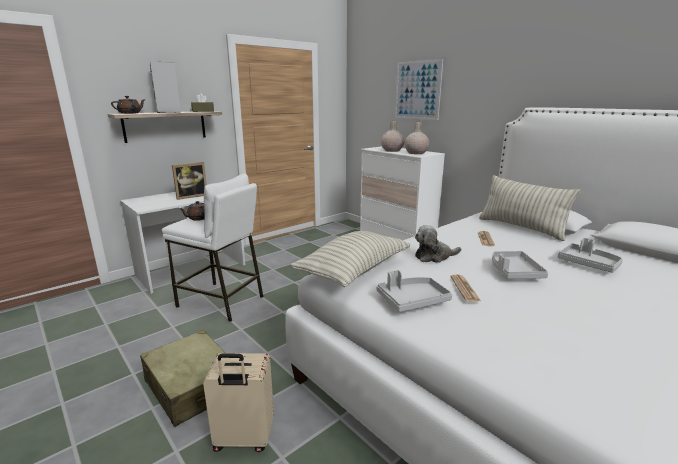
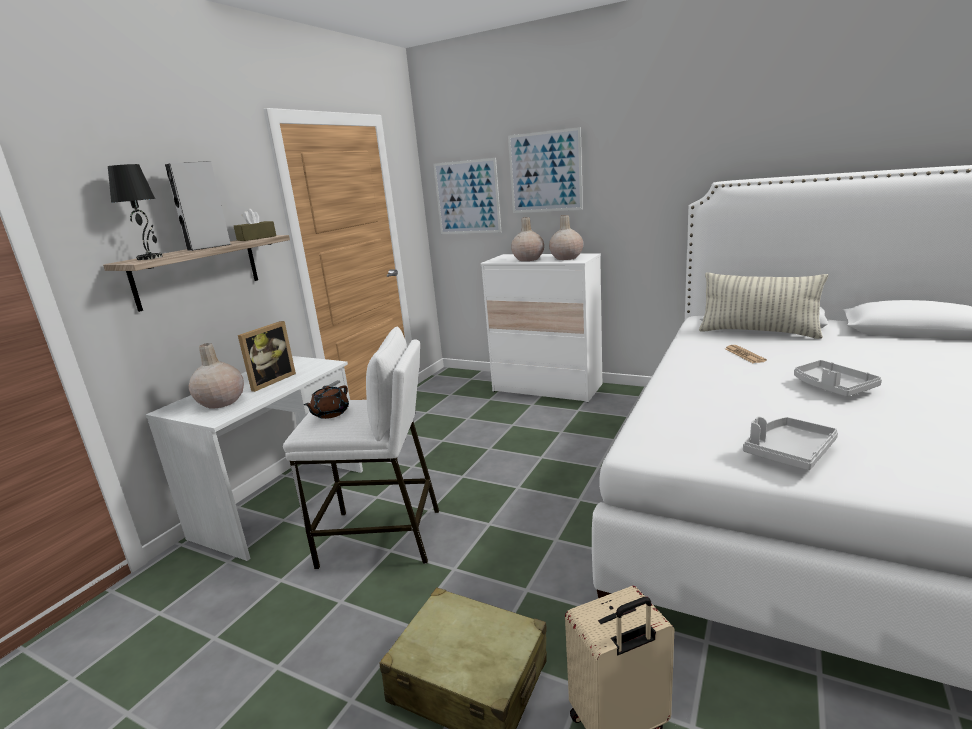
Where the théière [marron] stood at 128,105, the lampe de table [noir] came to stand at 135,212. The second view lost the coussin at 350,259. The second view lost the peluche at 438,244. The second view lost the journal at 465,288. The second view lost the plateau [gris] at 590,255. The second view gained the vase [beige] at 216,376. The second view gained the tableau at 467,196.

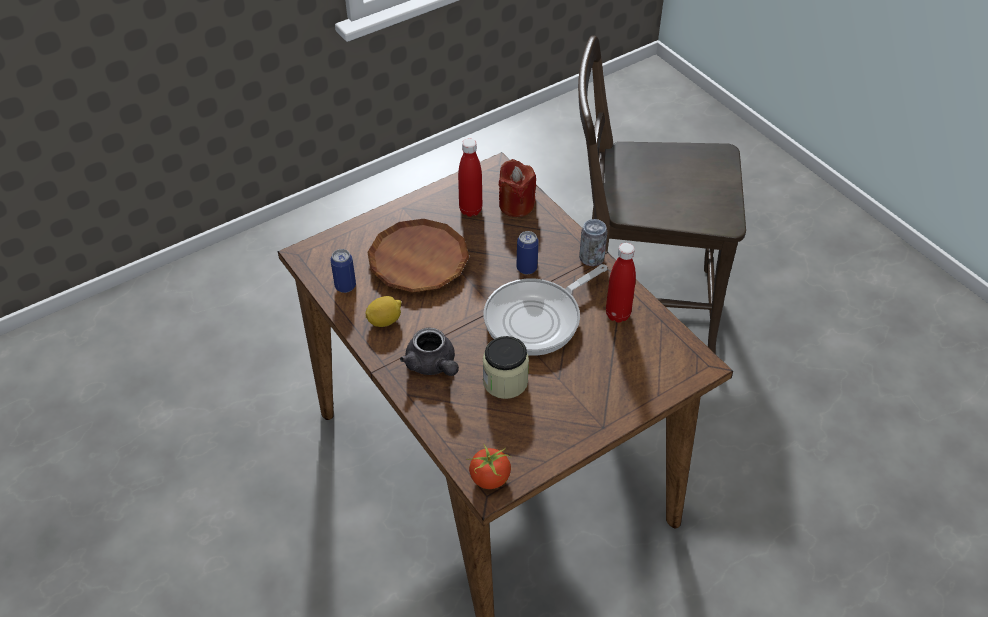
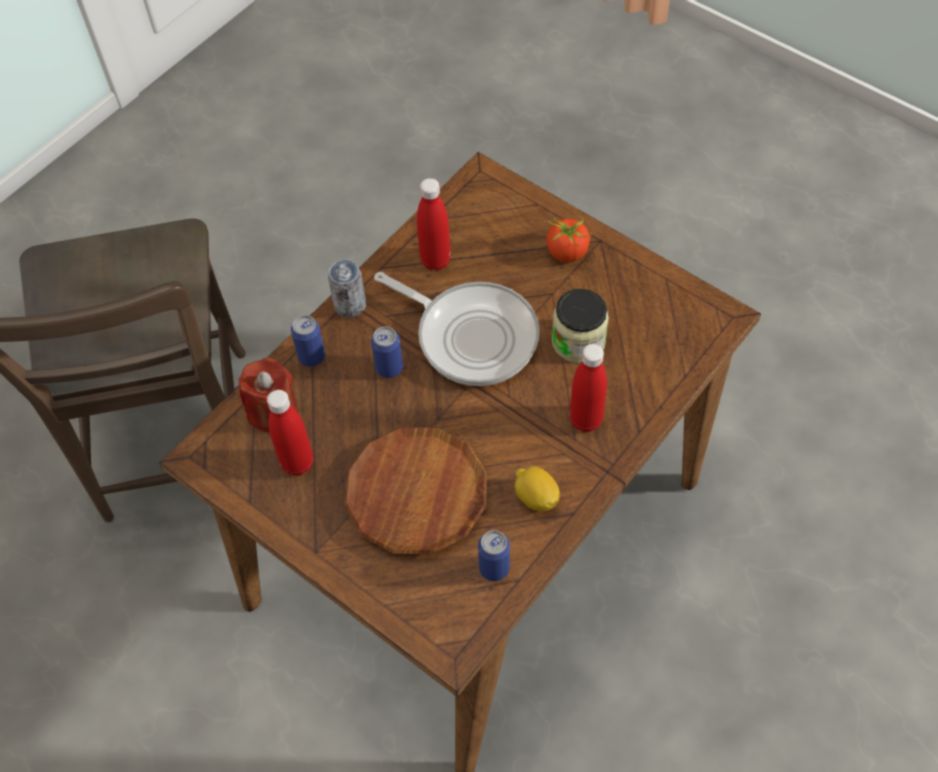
Where the théière [gris] stood at 429,352, the bouteille [rouge] came to stand at 588,388. The tomate ended up elsewhere, having gone from 488,466 to 569,239. The second view gained the boîte métallique at 308,341.

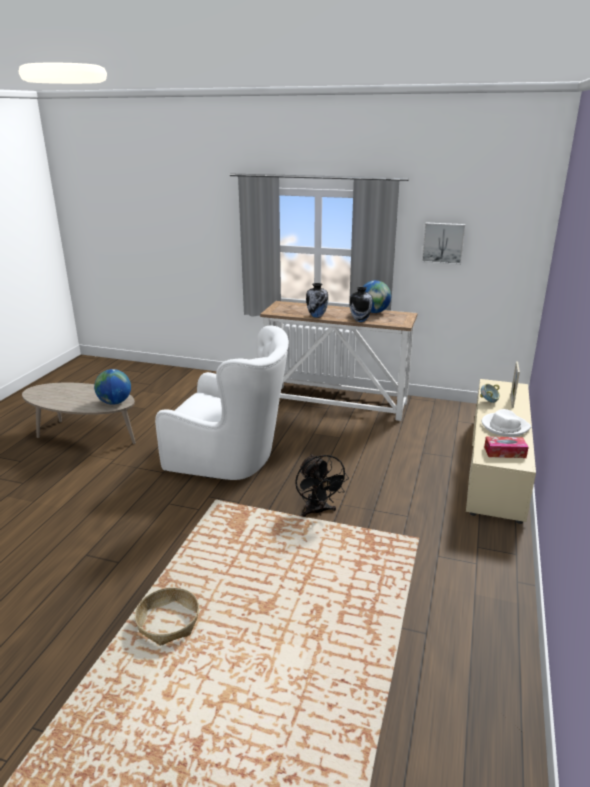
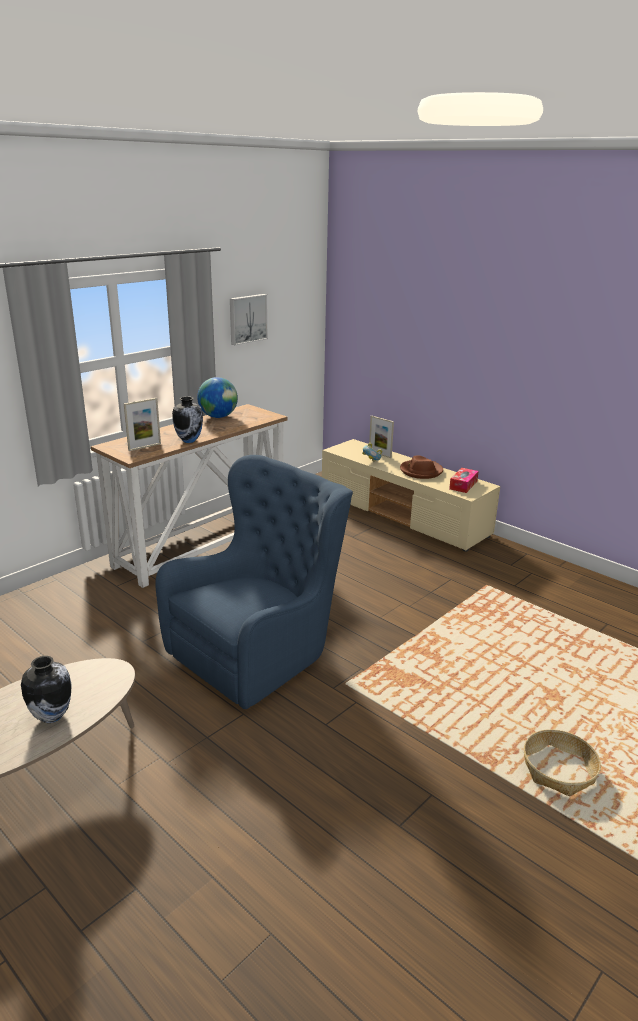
The second view lost the globe at 112,387. What was the fauteuil [blanc] at 222,402 turned into the fauteuil [bleu] at 254,582. The second view lost the ventilateur [noir] at 322,485. The vase ended up elsewhere, having gone from 361,304 to 46,689. What was the chapeau [blanc] at 506,423 turned into the chapeau [marron] at 421,467. The second view gained the cadre photo at 142,424.

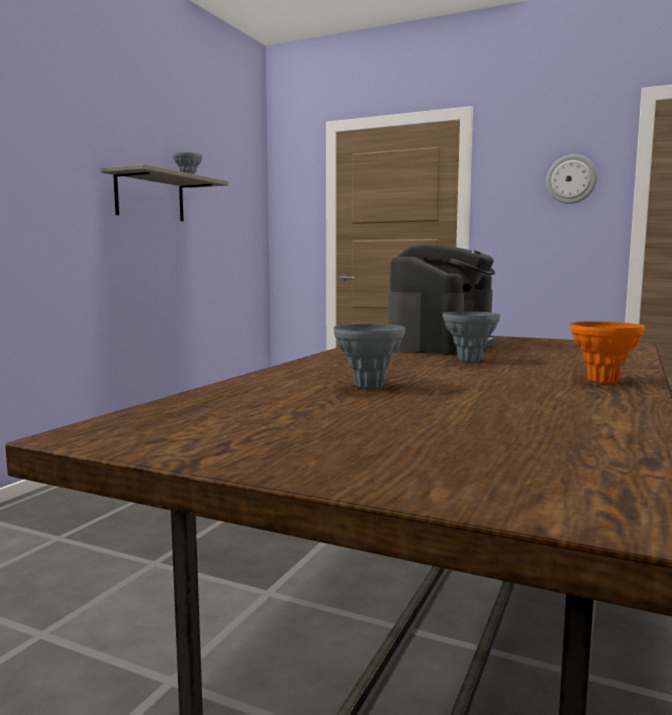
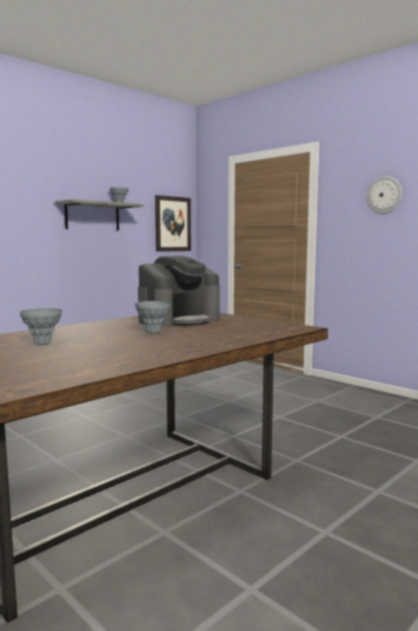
The second view lost the vase [orange] at 607,352. The second view gained the tableau at 173,223.

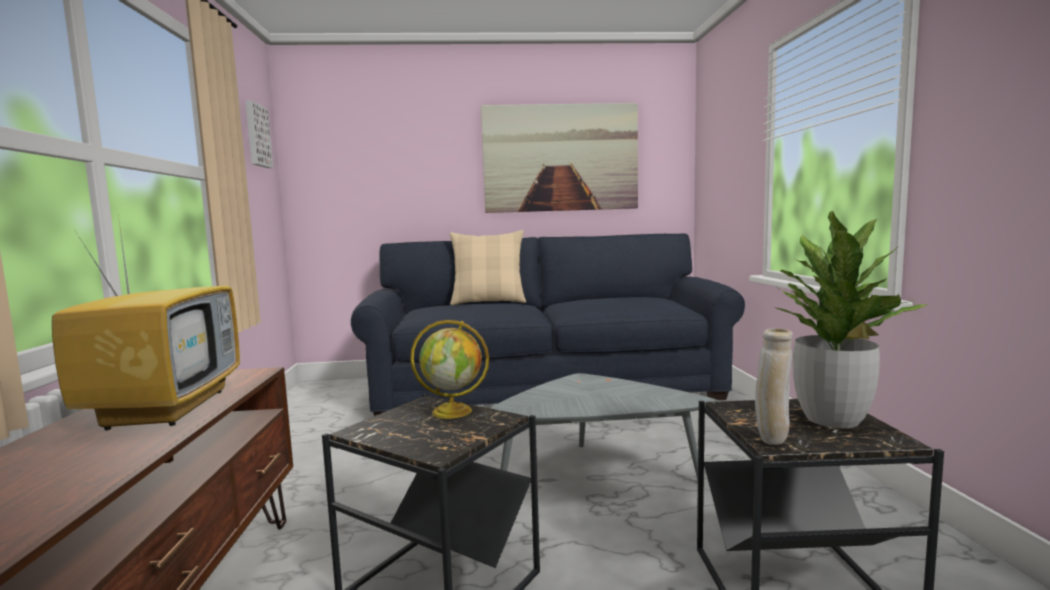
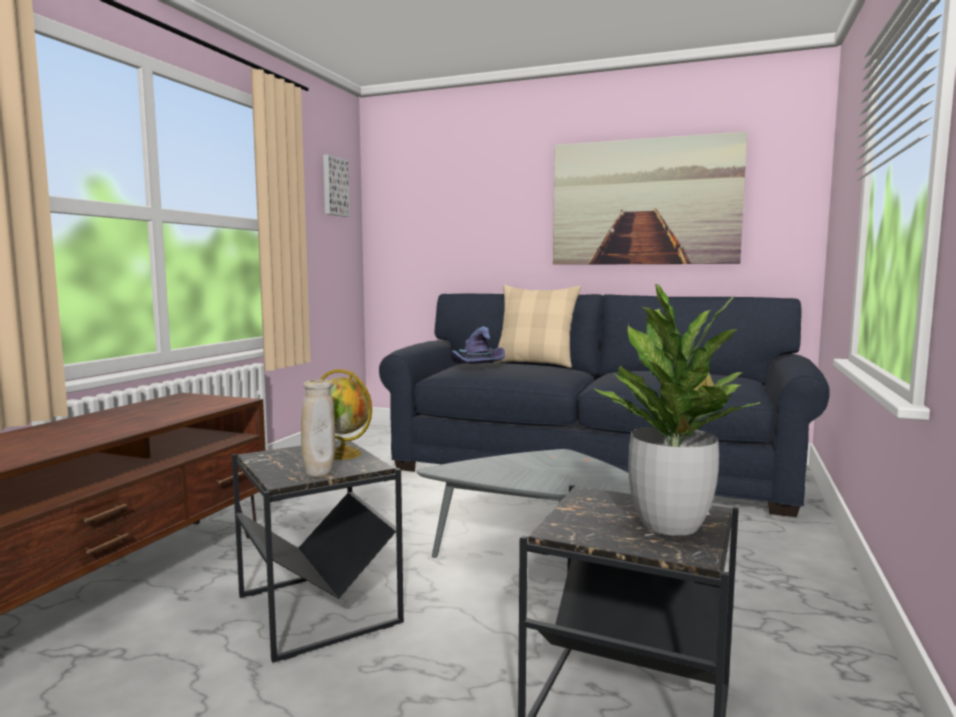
The second view lost the téléviseur at 146,322. The vase [beige] ended up elsewhere, having gone from 774,386 to 318,428. The second view gained the chapeau [violet] at 477,345.

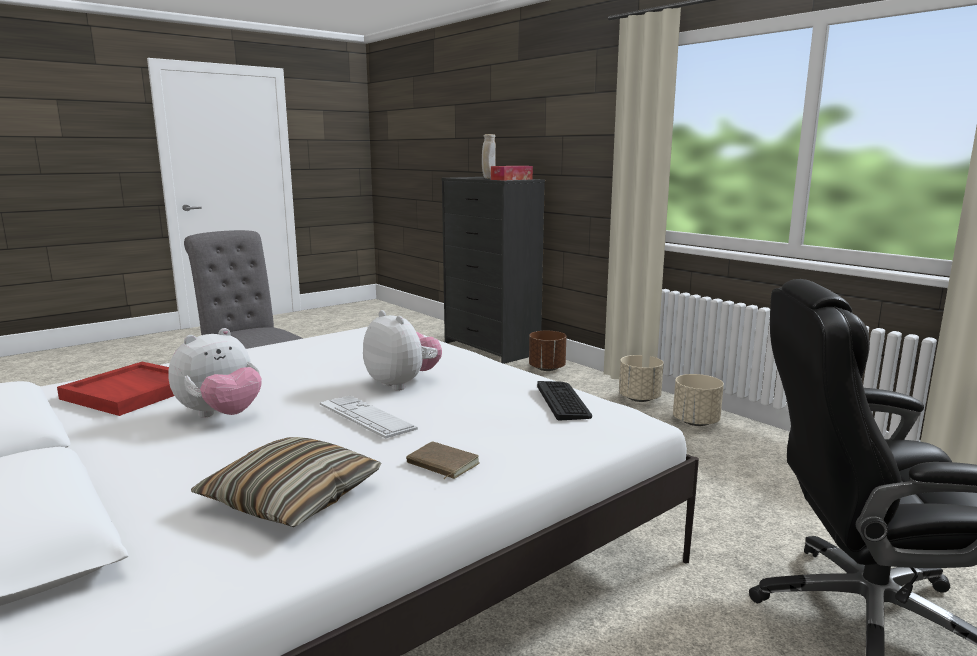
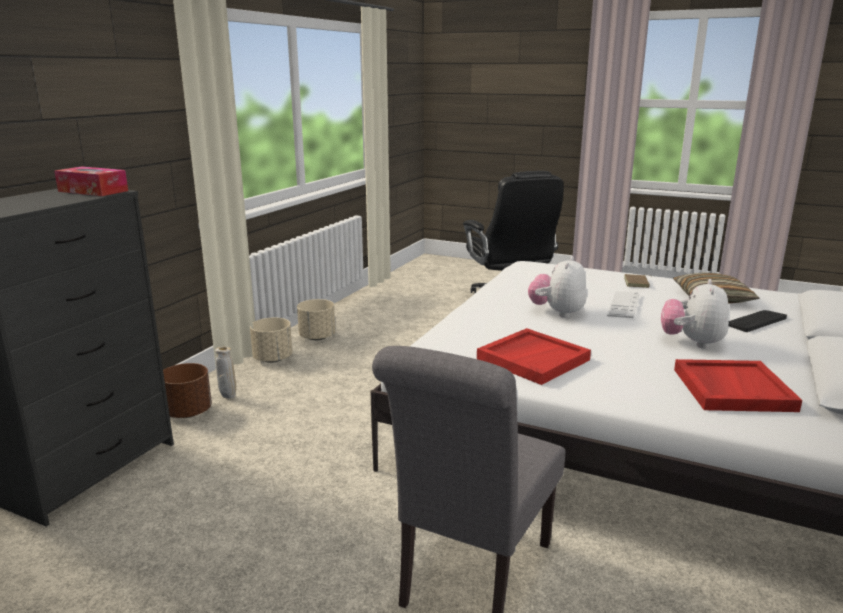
The peluche at 215,373 ended up facing another way, 90 degrees counterclockwise from before. The vase [beige] ended up elsewhere, having gone from 489,156 to 225,373. The clavier ended up elsewhere, having gone from 564,401 to 758,321. The second view gained the plateau [rouge] at 534,356.

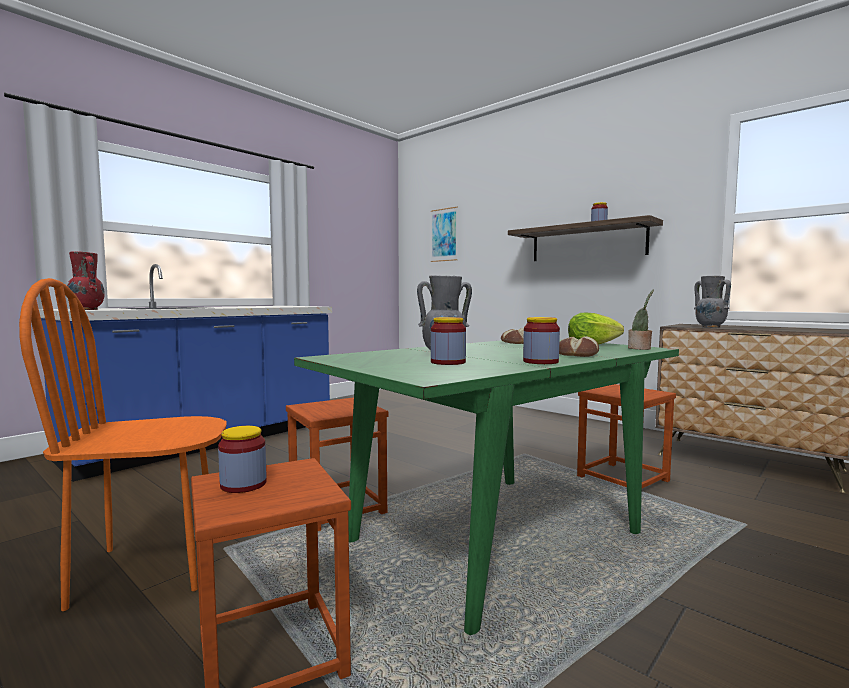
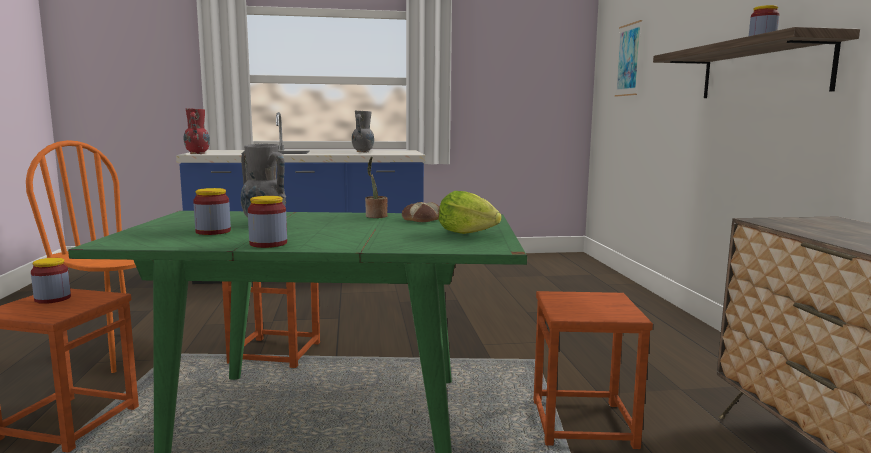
The second view lost the pain at 579,346. The plante en pot ended up elsewhere, having gone from 641,319 to 376,187. The vase [gris] ended up elsewhere, having gone from 712,301 to 363,131.

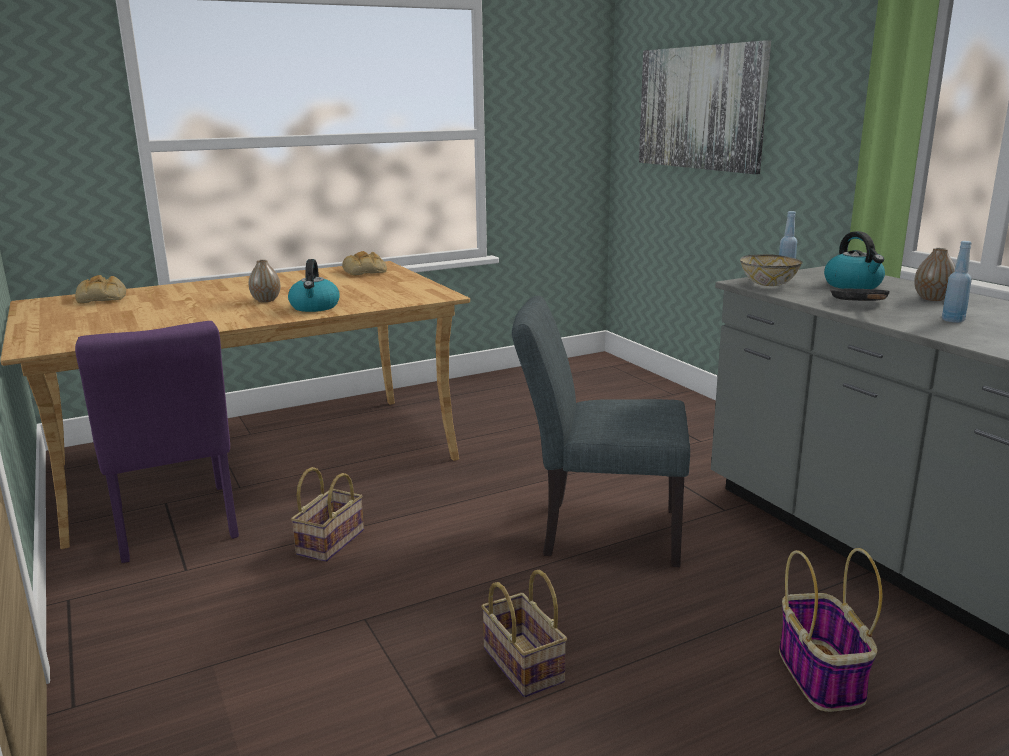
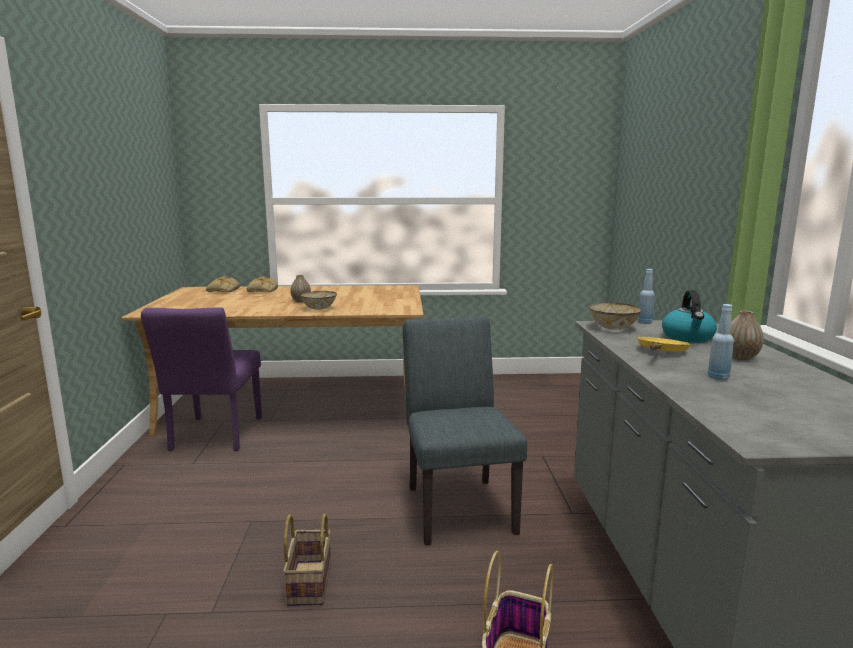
Where the bouilloire stood at 314,285, the bol came to stand at 318,300. The second view lost the panier at 327,514. The pain ended up elsewhere, having gone from 364,263 to 262,284. The chaise [gris] at 601,431 ended up facing another way, 45 degrees clockwise from before. The second view lost the tableau at 705,107. What was the poêle [noir] at 860,295 turned into the poêle [jaune] at 664,344.

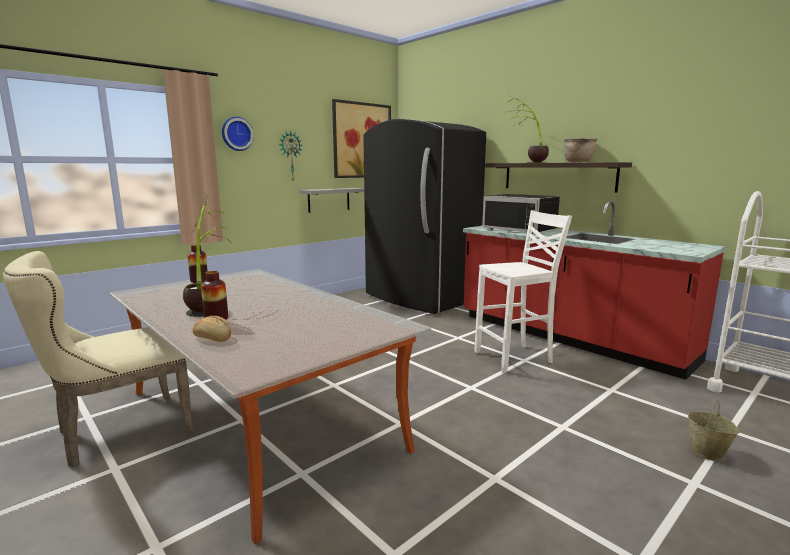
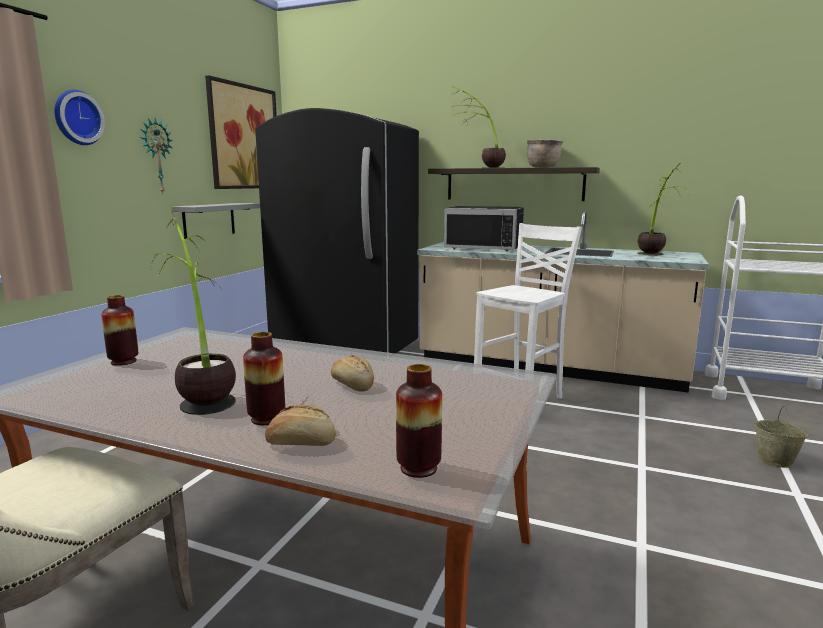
What was the comptoir de cuisine [rouge] at 594,290 turned into the comptoir de cuisine [beige] at 563,301. The second view gained the pain at 352,373. The second view gained the vase at 419,421. The second view gained the plante en pot at 663,209.

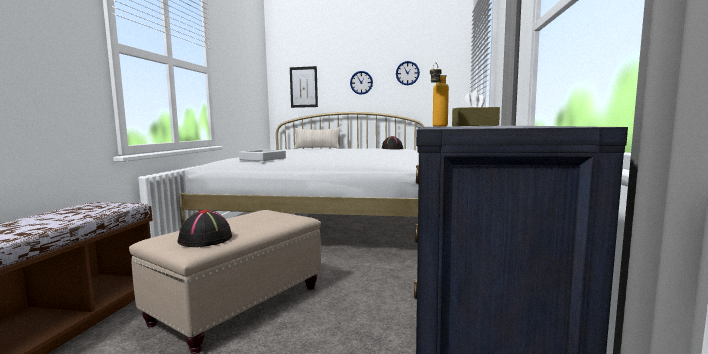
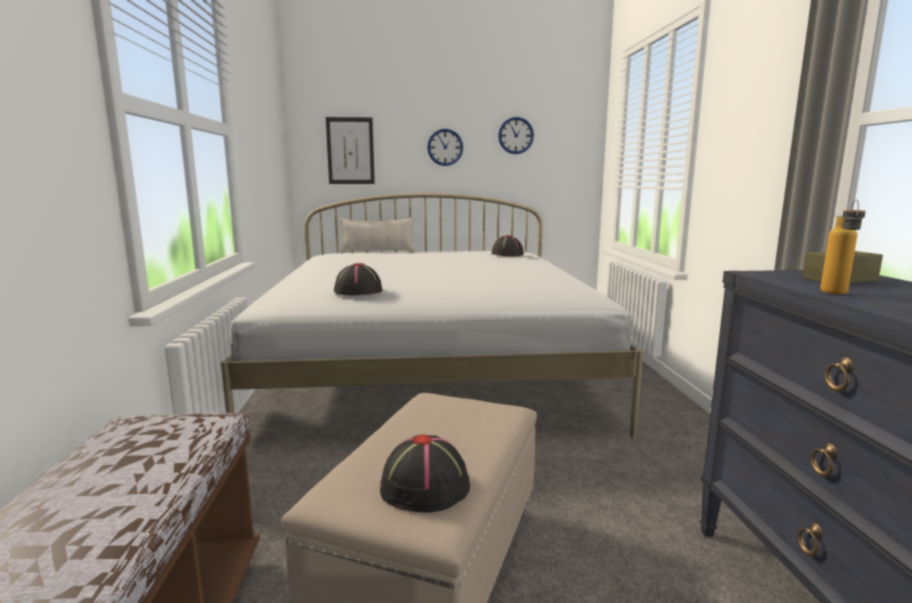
Where the plateau [gris] stood at 262,155, the chapeau [noir] came to stand at 358,279.

